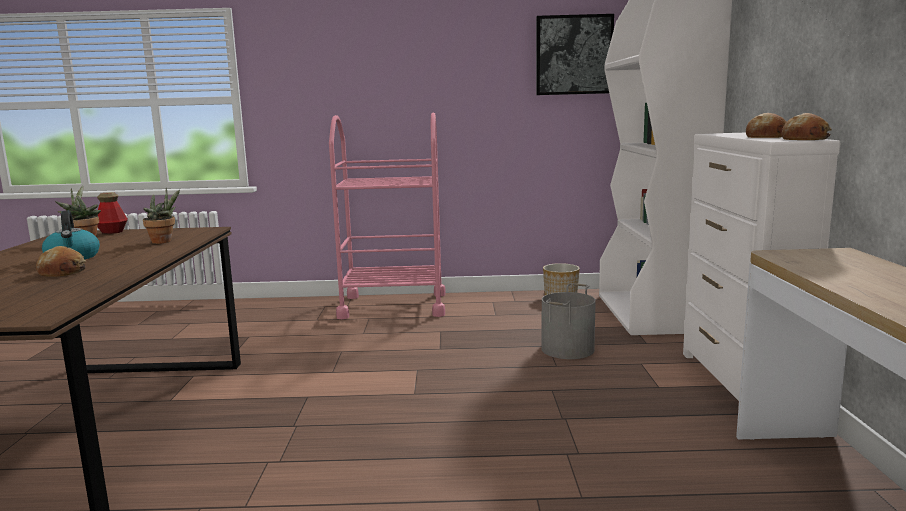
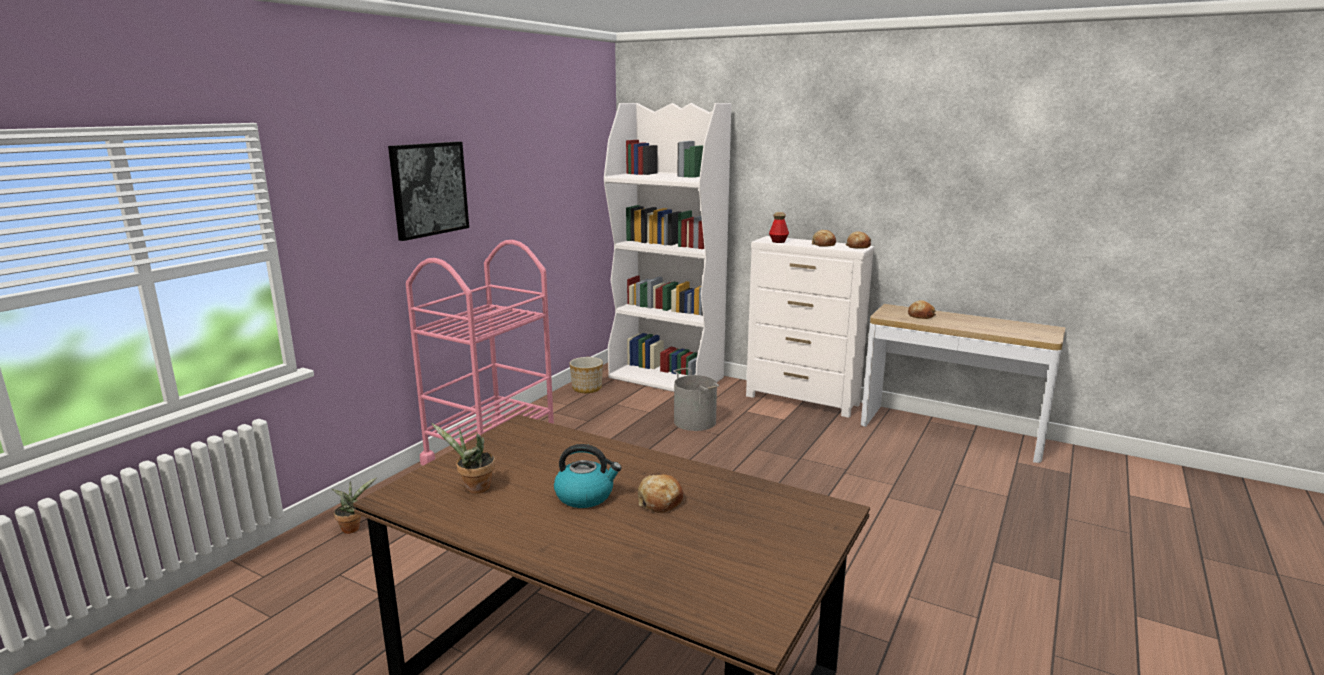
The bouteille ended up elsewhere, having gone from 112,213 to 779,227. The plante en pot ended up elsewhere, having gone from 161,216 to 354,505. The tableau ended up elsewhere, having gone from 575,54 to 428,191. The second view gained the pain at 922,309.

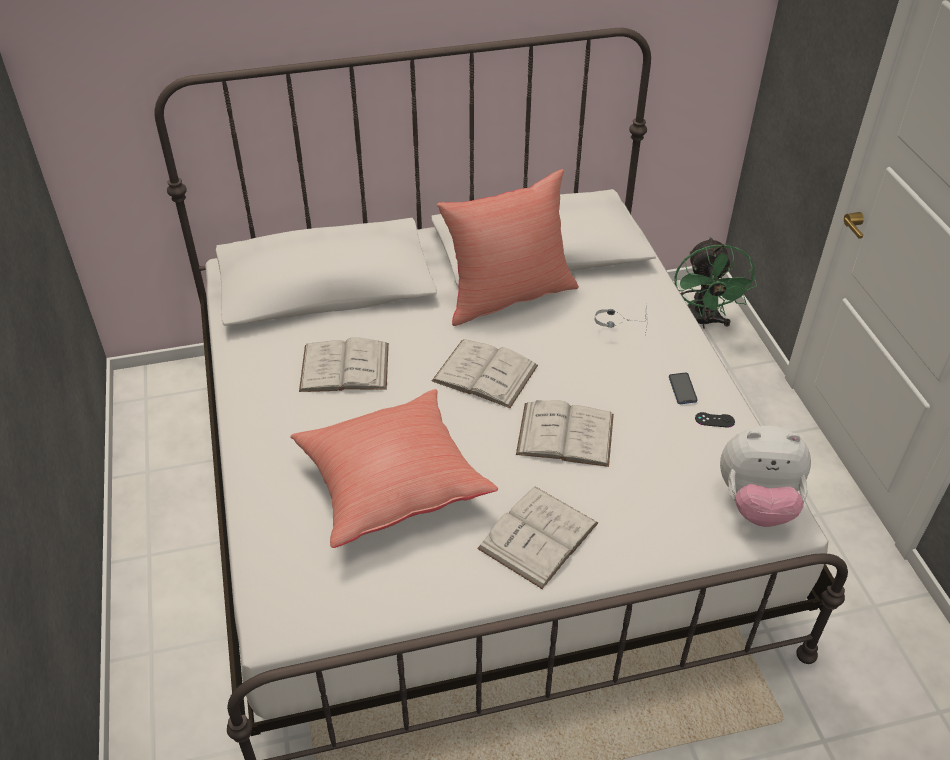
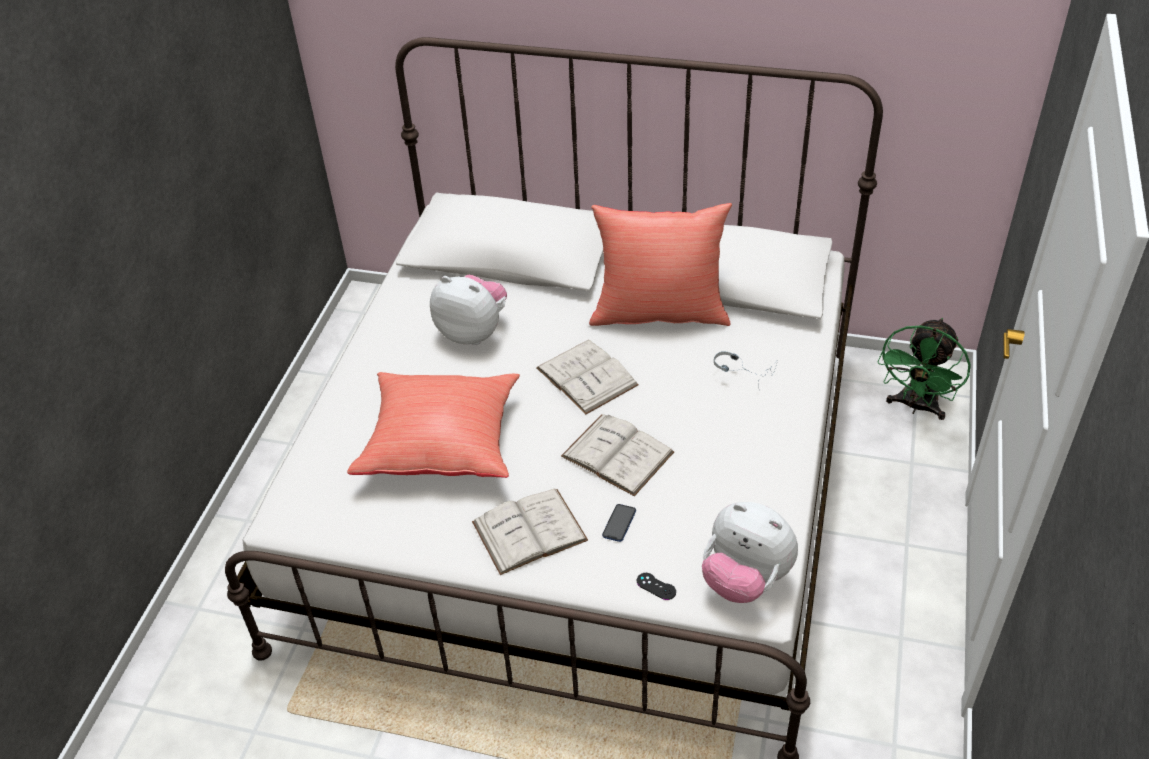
Where the livre [blanc] stood at 344,364, the peluche came to stand at 468,310. The téléphone ended up elsewhere, having gone from 683,388 to 619,523. The manette [noir] ended up elsewhere, having gone from 715,420 to 656,586.

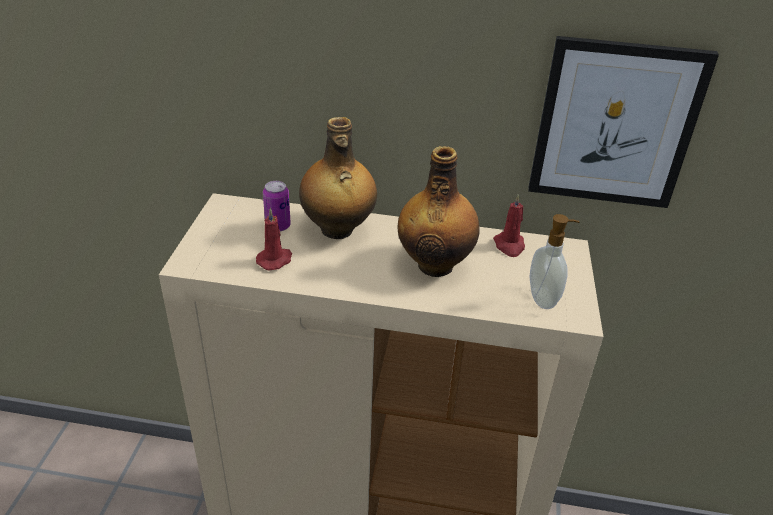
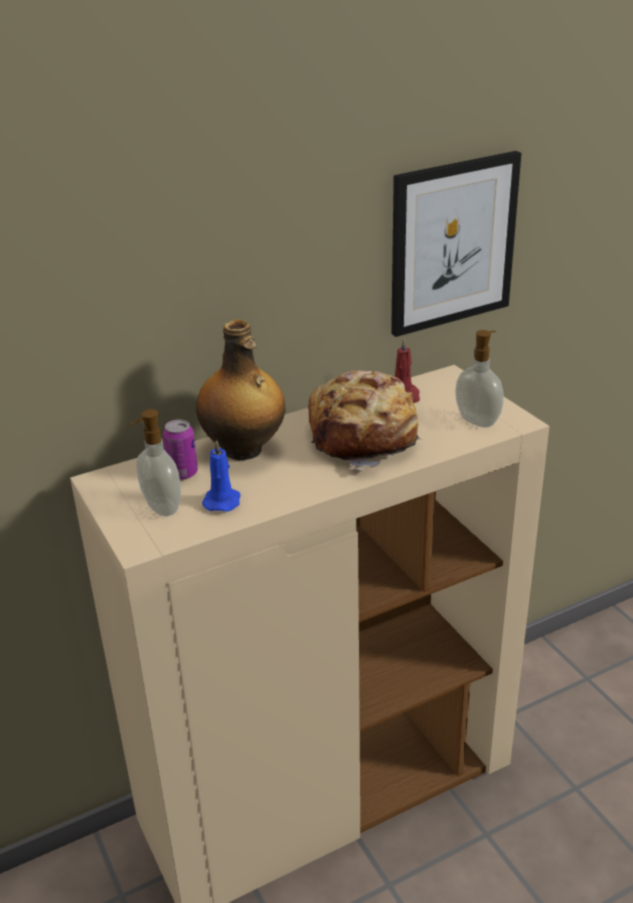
What was the bougie [rouge] at 274,239 turned into the bougie [bleu] at 221,475. Where the bouteille stood at 439,211, the pain came to stand at 365,420. The second view gained the distributeur de savon at 155,462.

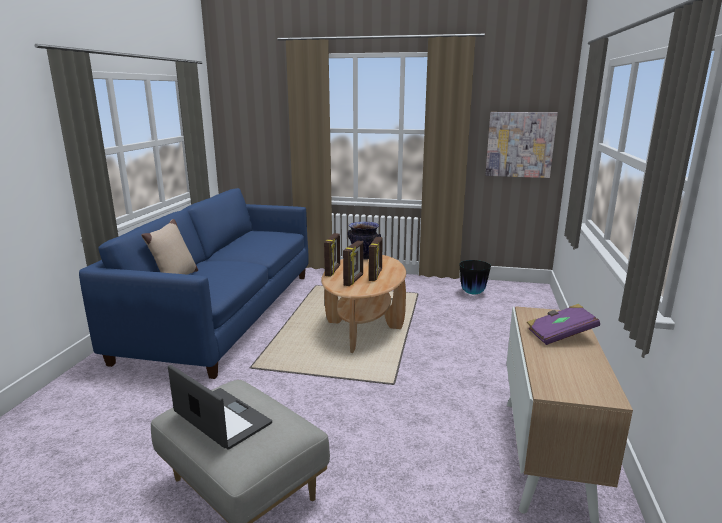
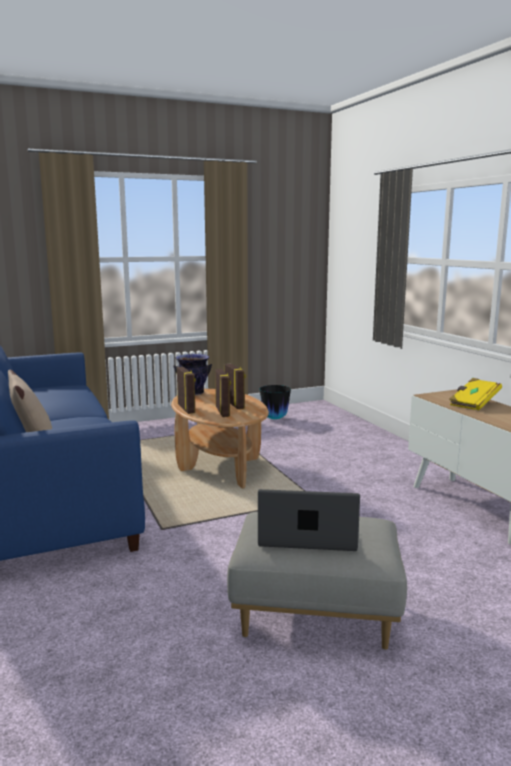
The second view lost the tableau at 521,145. What was the livre [violet] at 563,324 turned into the livre [jaune] at 475,394.

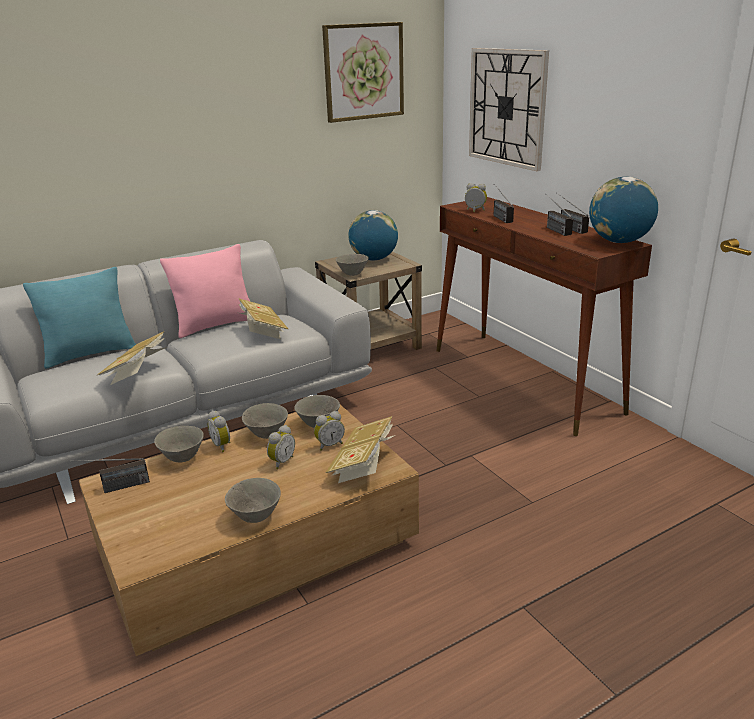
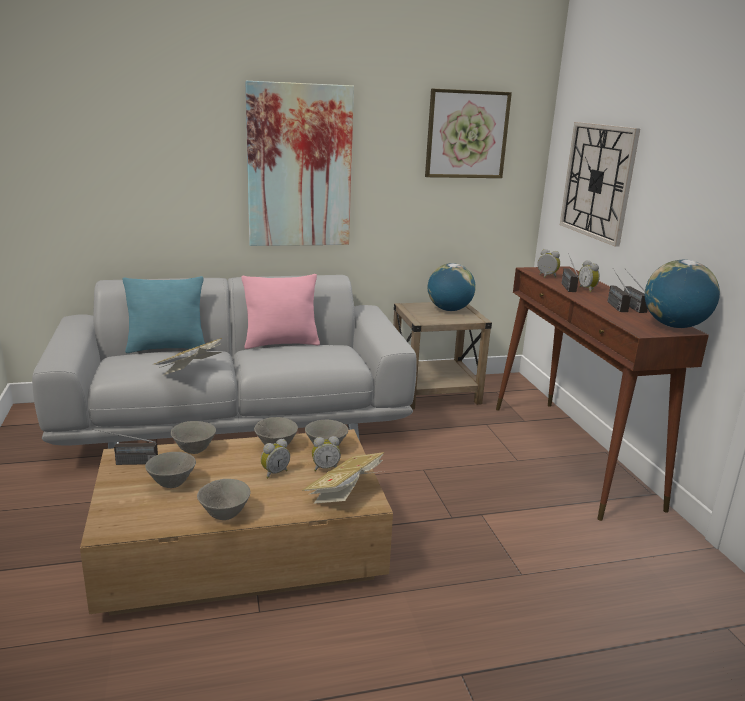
The réveil ended up elsewhere, having gone from 218,431 to 589,276. The second view lost the livre at 263,318. The bol [gris] ended up elsewhere, having gone from 352,265 to 170,470. The second view gained the tableau at 299,163.

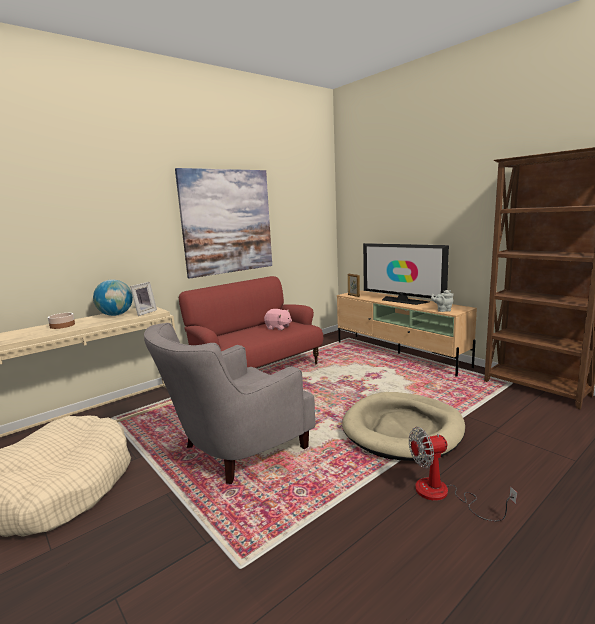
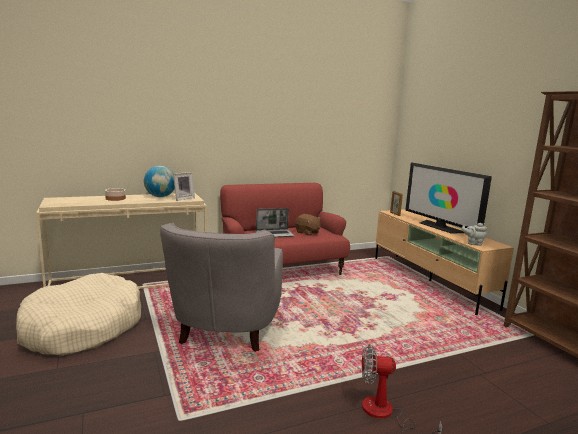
The fauteuil [gris] at 230,403 ended up facing another way, 60 degrees counterclockwise from before. The second view lost the tableau at 223,223. What was the peluche [rose] at 278,319 turned into the peluche [marron] at 308,225. The second view lost the panier pour chien [beige] at 403,426. The second view gained the ordinateur portable at 275,222.

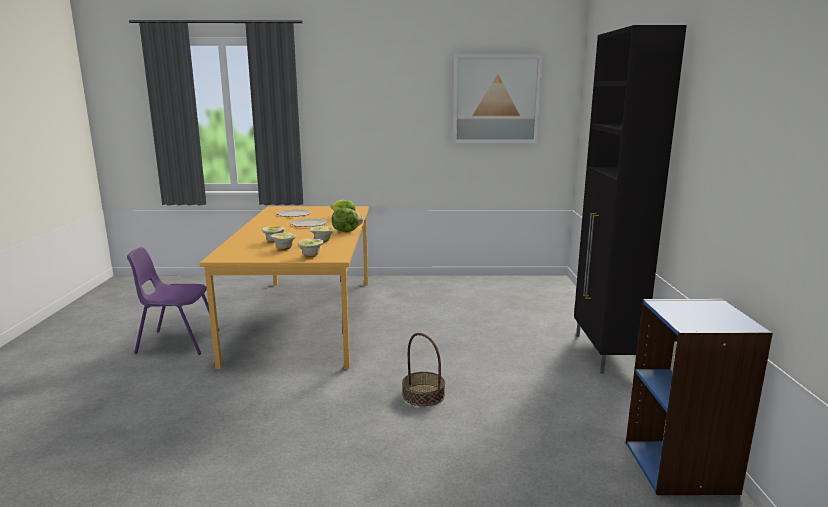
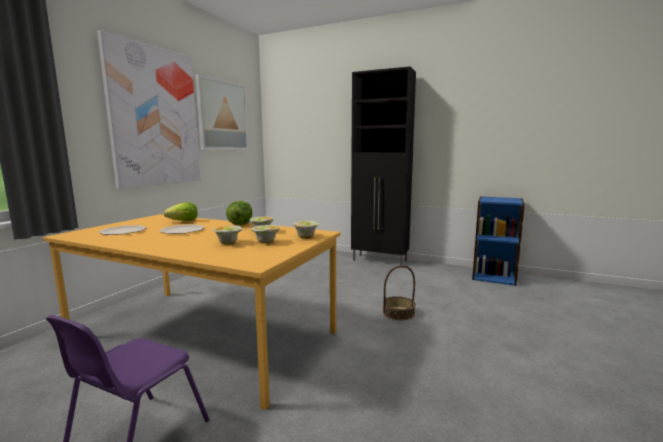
The second view gained the tableau at 149,109.

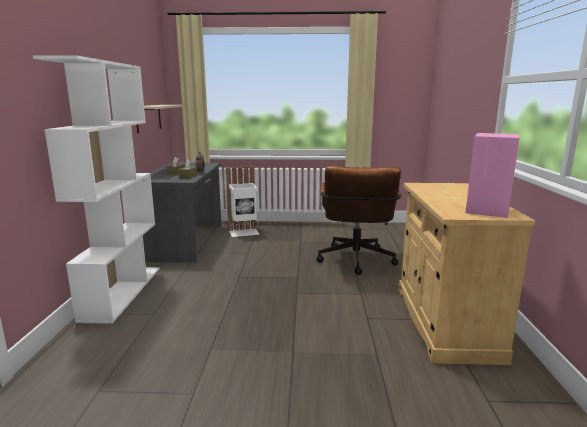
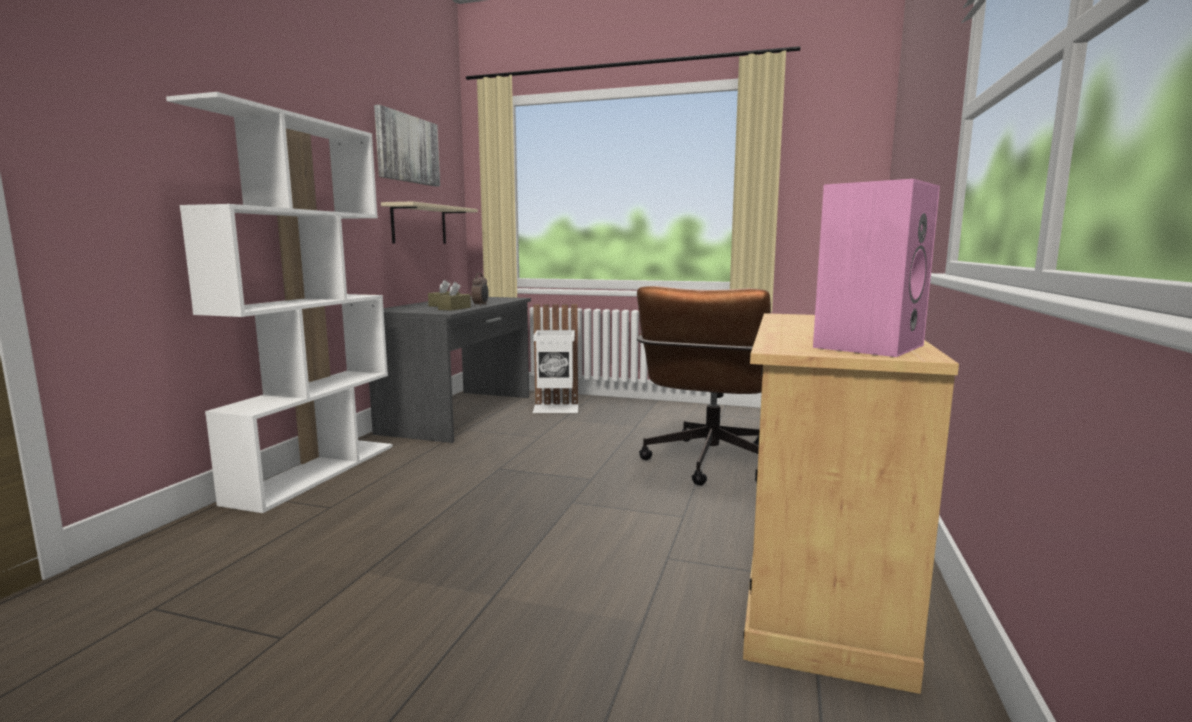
The second view gained the tableau at 407,145.

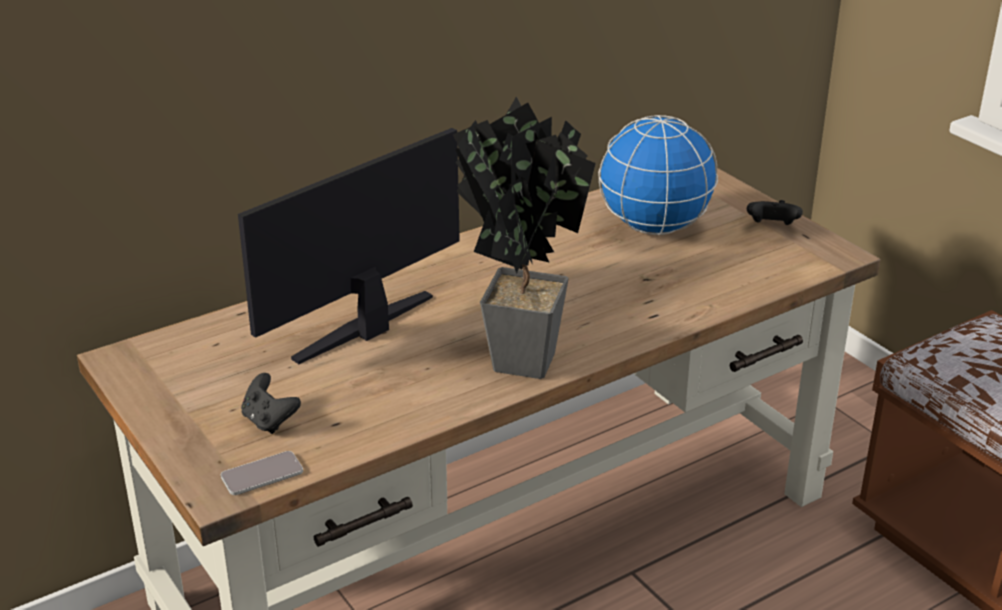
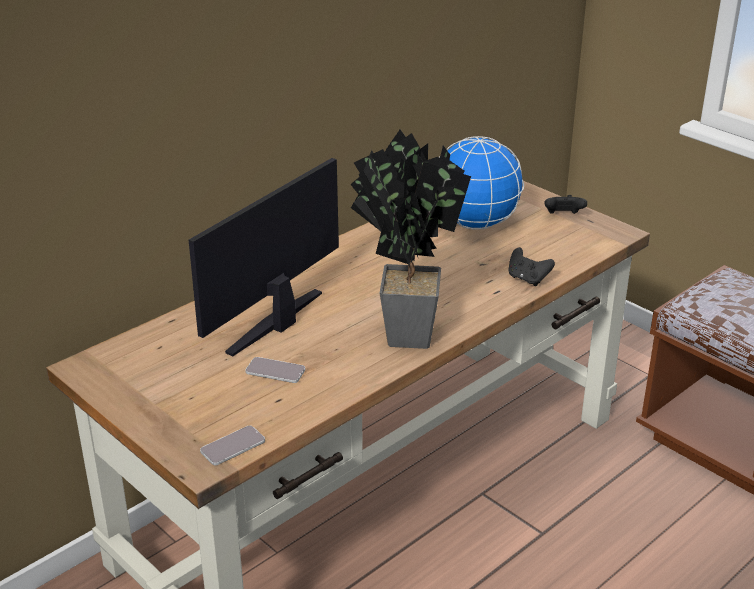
The manette [noir] ended up elsewhere, having gone from 271,403 to 532,266. The second view gained the téléphone at 275,370.

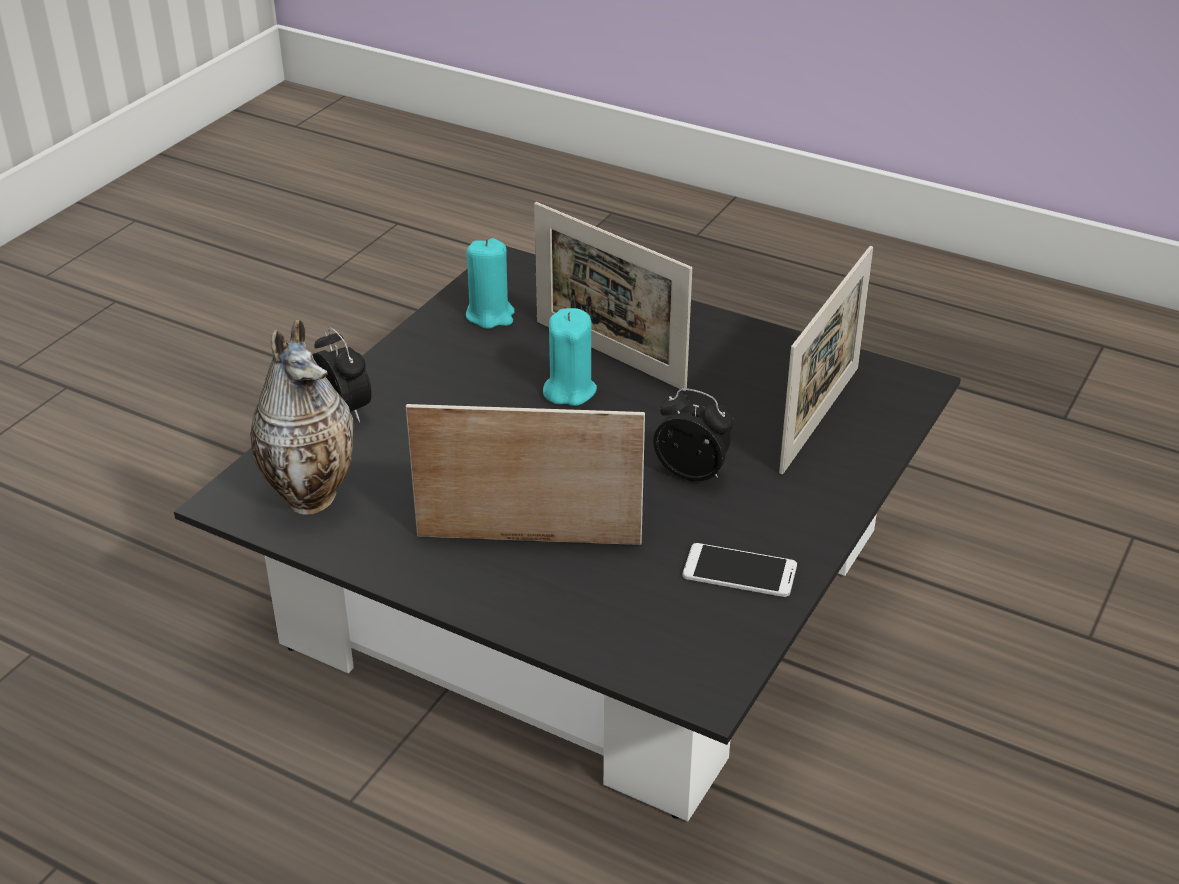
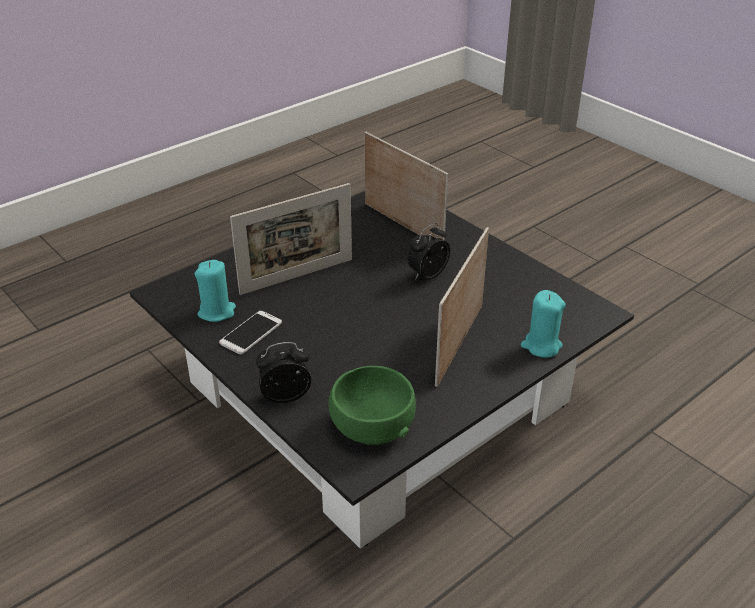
Where the vase stood at 301,417, the bol [vert] came to stand at 372,405. The bougie [turquoise] ended up elsewhere, having gone from 570,357 to 543,324. The téléphone ended up elsewhere, having gone from 740,570 to 250,332.

